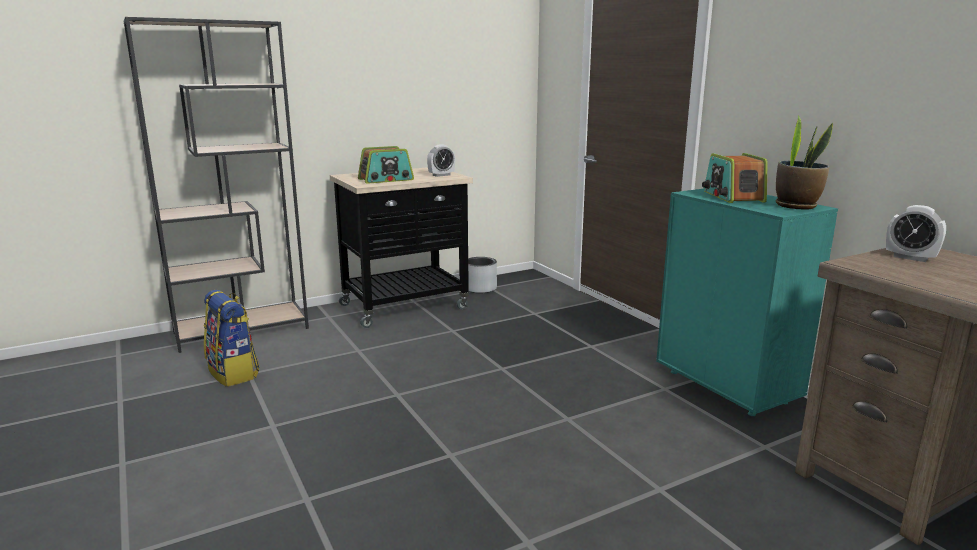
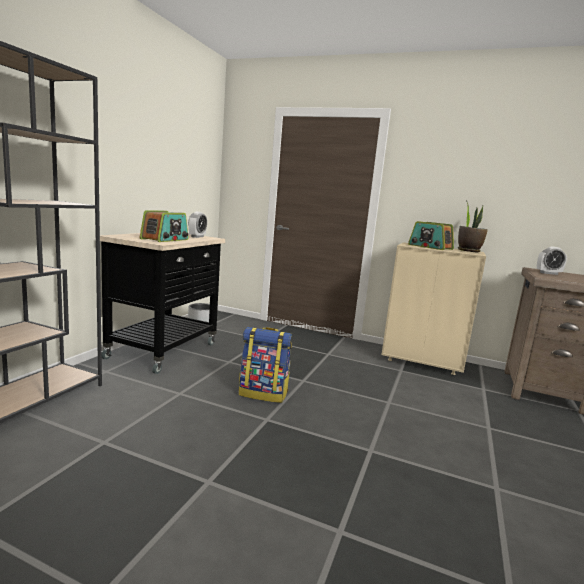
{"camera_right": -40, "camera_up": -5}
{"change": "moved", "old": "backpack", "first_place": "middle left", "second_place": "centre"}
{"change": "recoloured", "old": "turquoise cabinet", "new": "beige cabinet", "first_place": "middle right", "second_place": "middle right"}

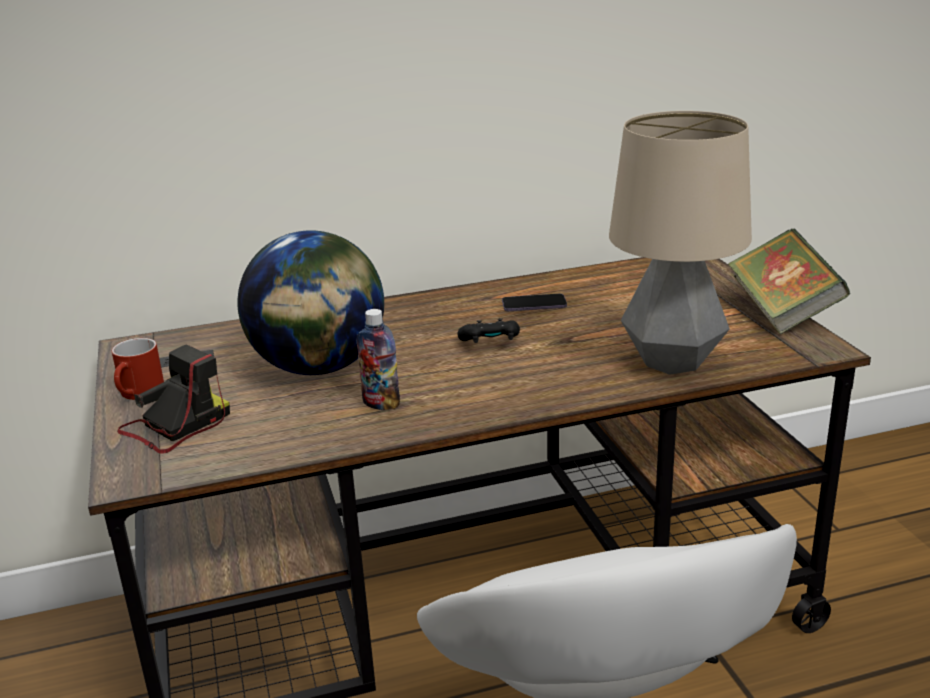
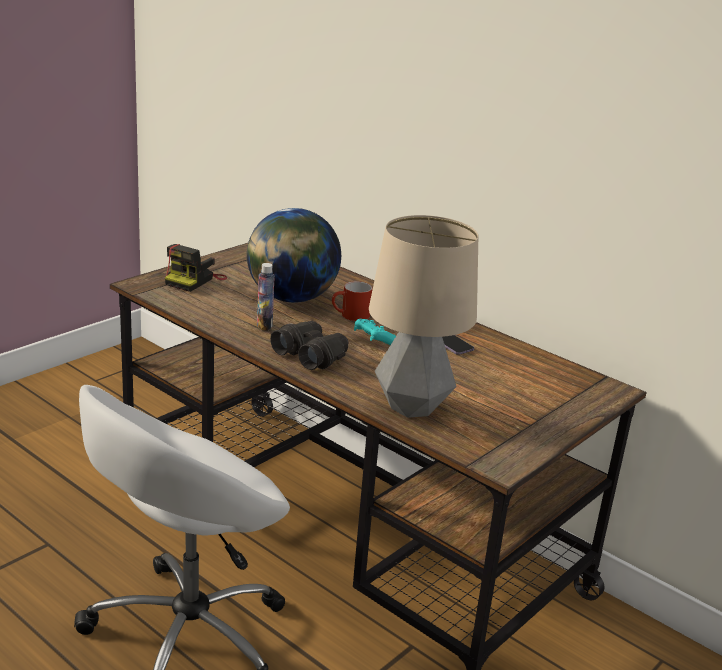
{"camera_right": 55, "camera_up": 0}
{"change": "removed", "old": "book", "first_place": "middle right"}
{"change": "added", "new": "black binoculars", "second_place": "centre"}
{"change": "moved", "old": "red mug", "first_place": "middle left", "second_place": "centre"}
{"change": "recoloured", "old": "black game controller", "new": "turquoise game controller", "first_place": "centre", "second_place": "centre"}
{"change": "turned", "old": "photo camera", "first_place": "middle left", "second_place": "middle left", "degrees": 105}

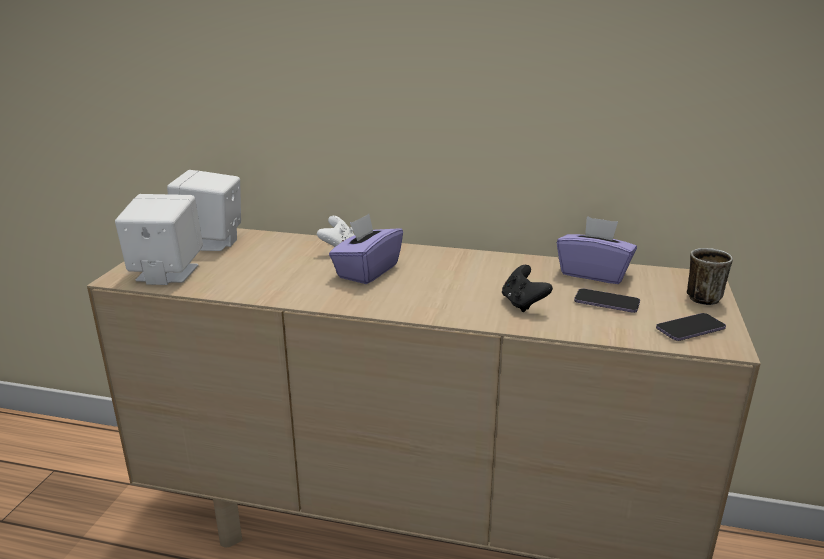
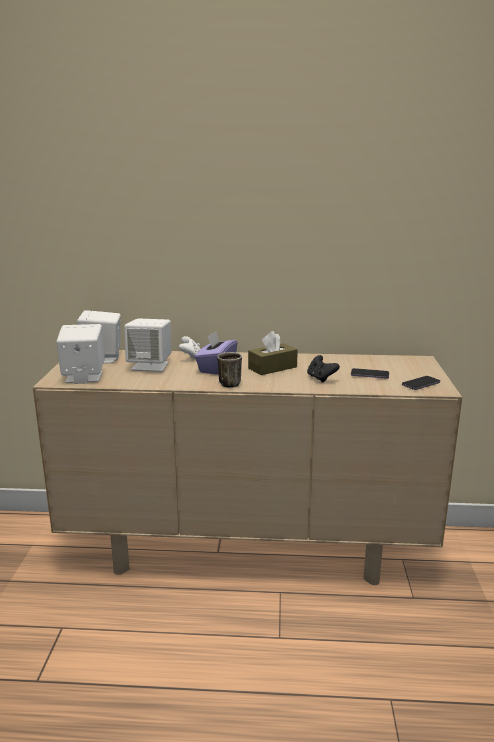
{"camera_right": -10, "camera_up": -5}
{"change": "removed", "old": "purple tissue box (2nd from left)", "first_place": "middle right"}
{"change": "added", "new": "white speaker (3rd from left)", "second_place": "middle left"}
{"change": "added", "new": "brown tissue box", "second_place": "centre"}
{"change": "moved", "old": "mug", "first_place": "middle right", "second_place": "centre"}

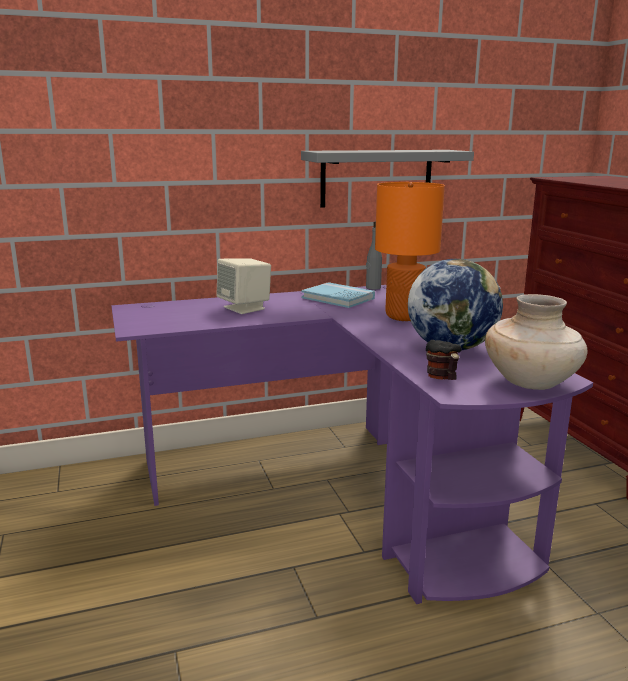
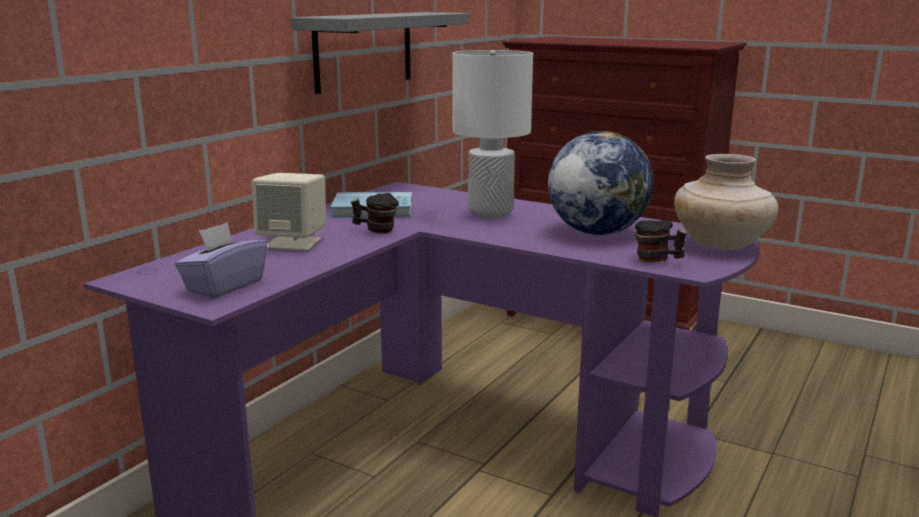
{"camera_right": -40, "camera_up": 0}
{"change": "removed", "old": "grey bottle", "first_place": "centre"}
{"change": "added", "new": "purple tissue box", "second_place": "middle left"}
{"change": "added", "new": "mug (1st from left)", "second_place": "centre"}
{"change": "recoloured", "old": "orange table lamp", "new": "white table lamp", "first_place": "centre", "second_place": "top centre"}

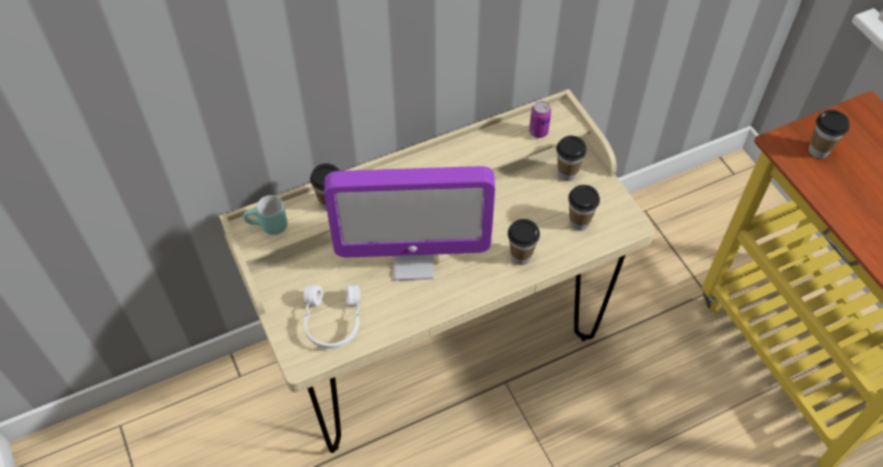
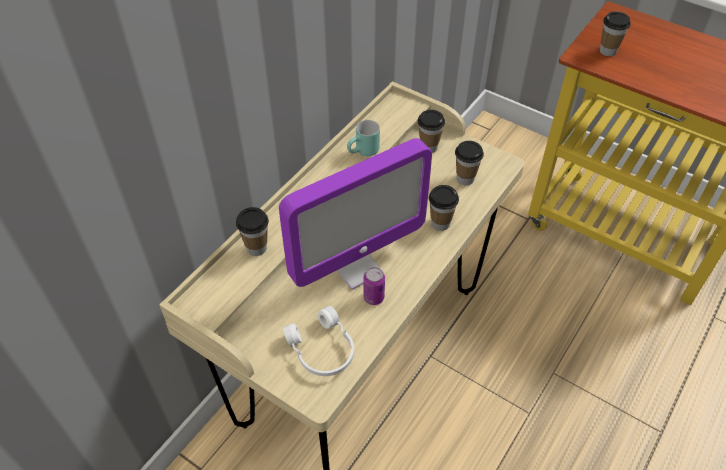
{"camera_right": -30, "camera_up": -5}
{"change": "moved", "old": "turquoise mug", "first_place": "middle left", "second_place": "top centre"}
{"change": "moved", "old": "can", "first_place": "top centre", "second_place": "centre"}

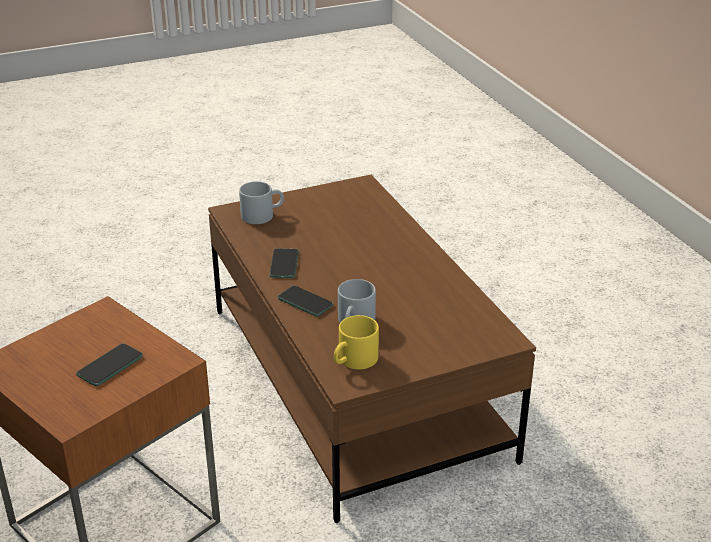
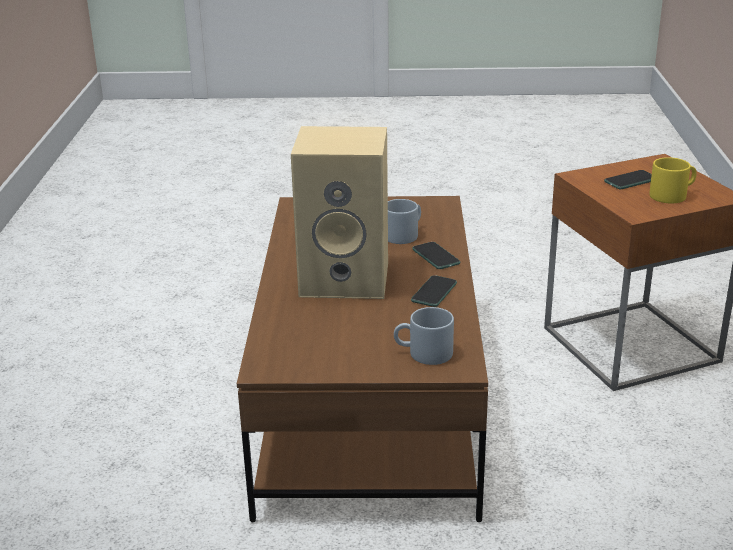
{"camera_right": -155, "camera_up": -5}
{"change": "added", "new": "beige speaker", "second_place": "centre"}
{"change": "moved", "old": "yellow mug", "first_place": "centre", "second_place": "top right"}

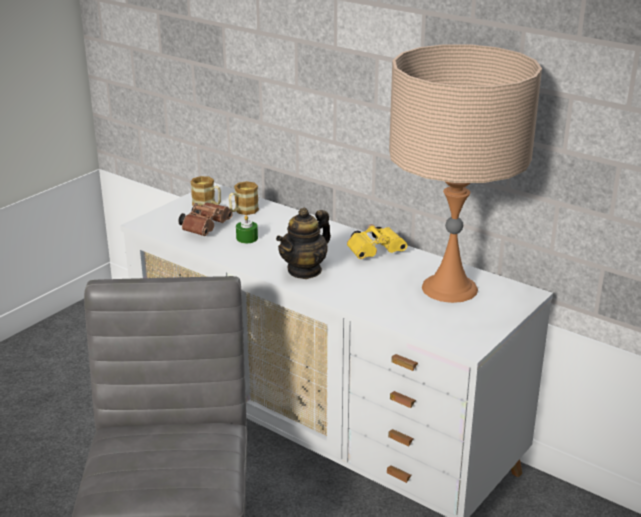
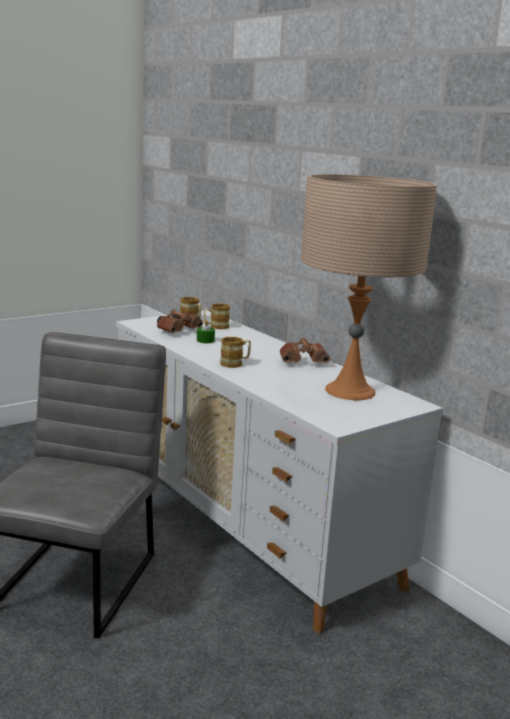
{"camera_right": 15, "camera_up": -10}
{"change": "replaced", "old": "teapot", "new": "mug (3rd from left)", "first_place": "centre", "second_place": "centre"}
{"change": "recoloured", "old": "yellow binoculars", "new": "brown binoculars (2nd from left)", "first_place": "centre", "second_place": "centre"}

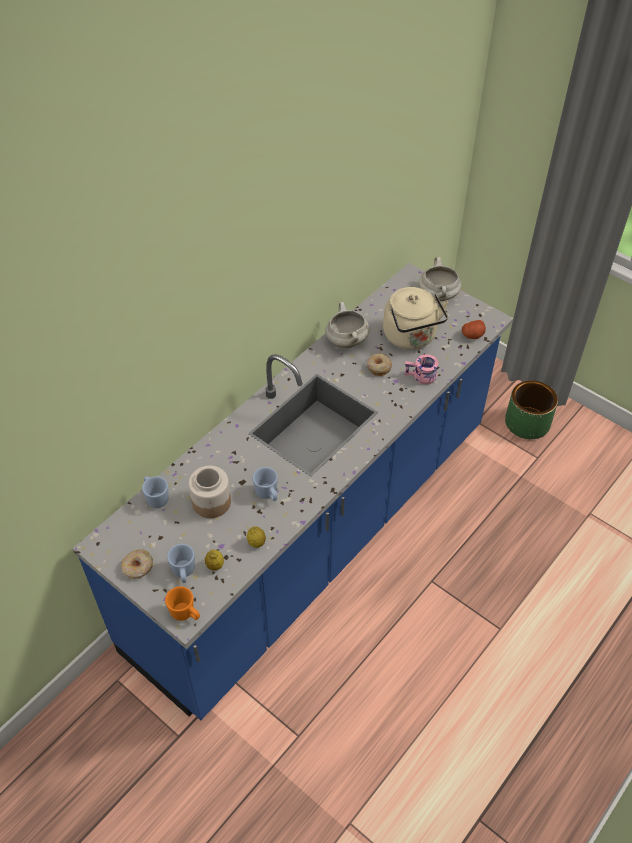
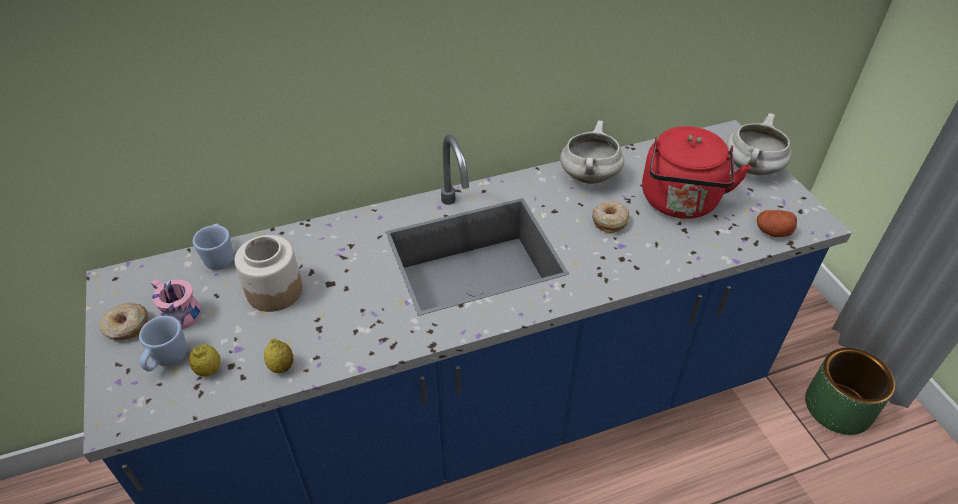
{"camera_right": 30, "camera_up": -5}
{"change": "removed", "old": "orange mug", "first_place": "bottom left"}
{"change": "removed", "old": "blue mug (3rd from left)", "first_place": "centre"}
{"change": "moved", "old": "pink mug", "first_place": "middle right", "second_place": "middle left"}
{"change": "recoloured", "old": "beige kettle", "new": "red kettle", "first_place": "centre", "second_place": "middle right"}

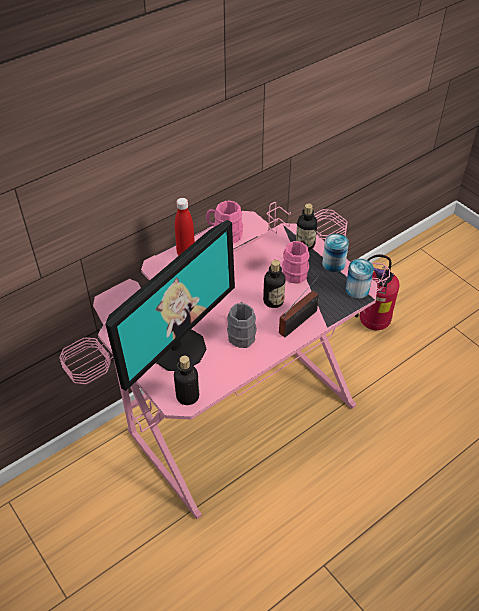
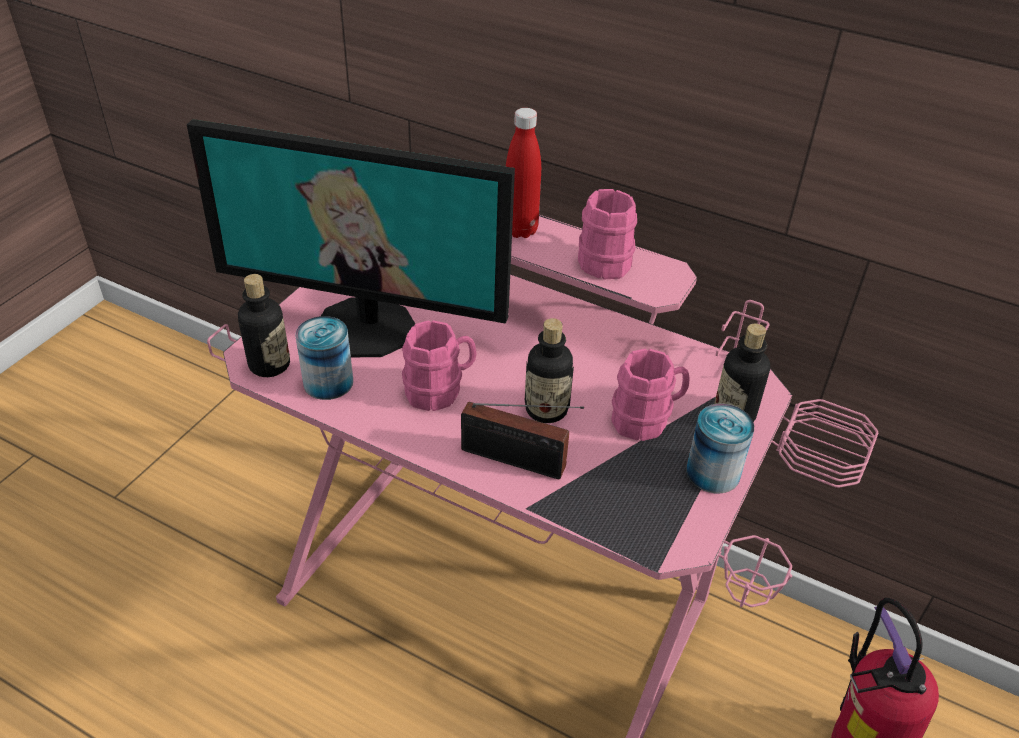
{"camera_right": 65, "camera_up": -5}
{"change": "moved", "old": "can (2nd from left in the first image)", "new": "can (1st from left)", "first_place": "middle right", "second_place": "middle left"}
{"change": "recoloured", "old": "grey mug", "new": "pink mug (1st from left)", "first_place": "centre", "second_place": "centre"}

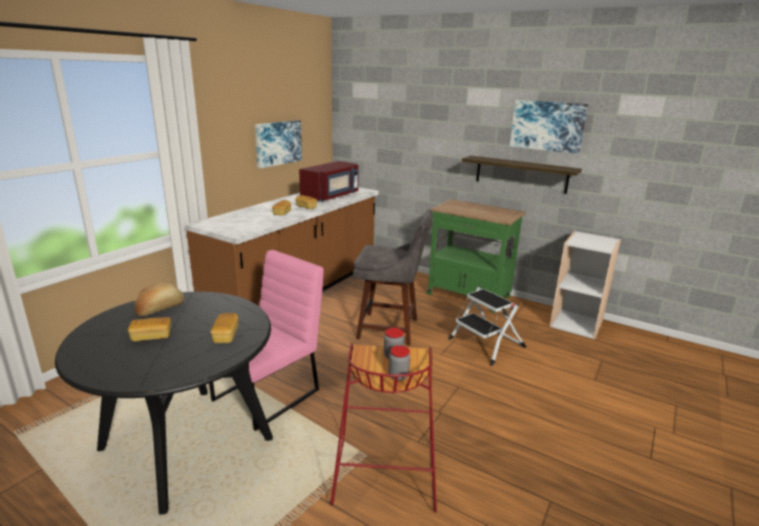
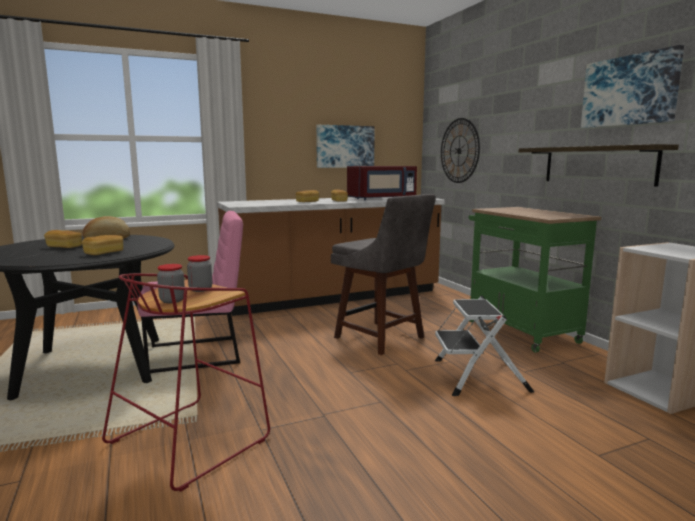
{"camera_right": 35, "camera_up": -10}
{"change": "added", "new": "wall clock", "second_place": "top centre"}

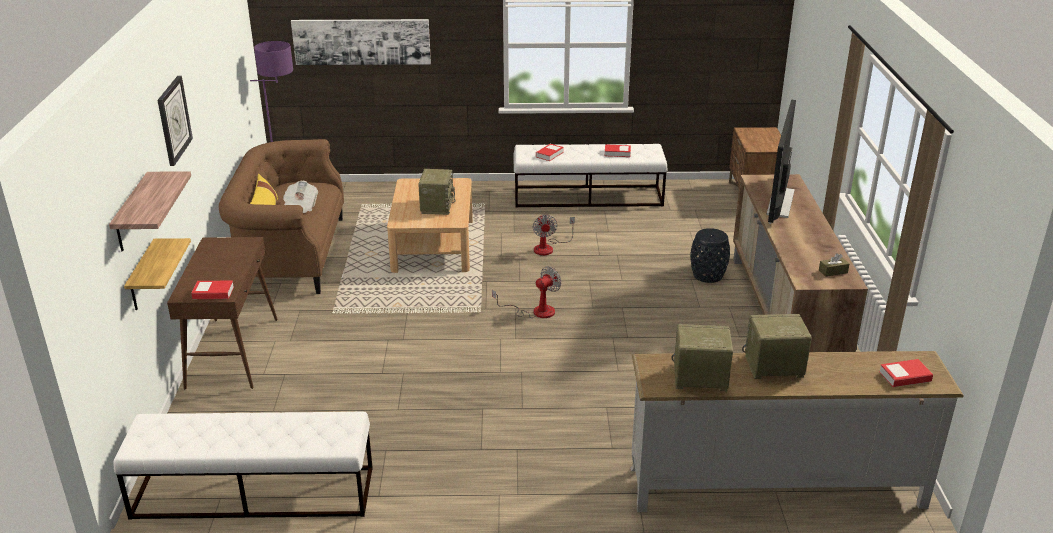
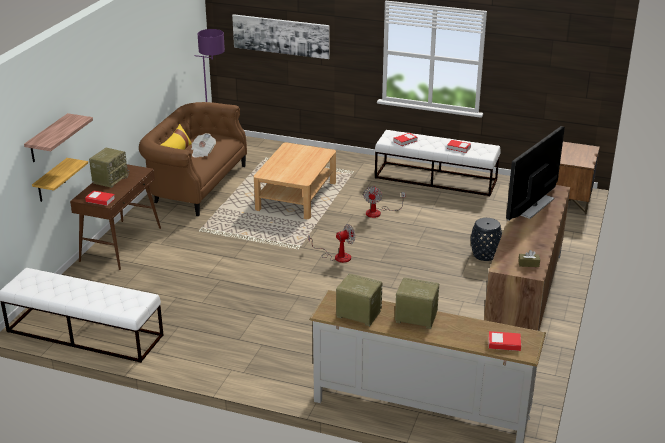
{"camera_right": 20, "camera_up": 0}
{"change": "removed", "old": "wall clock", "first_place": "top left"}
{"change": "moved", "old": "radio (1st from left)", "first_place": "centre", "second_place": "middle left"}

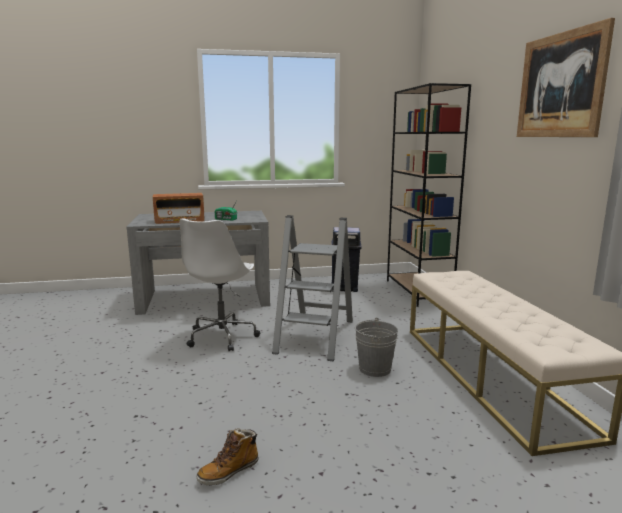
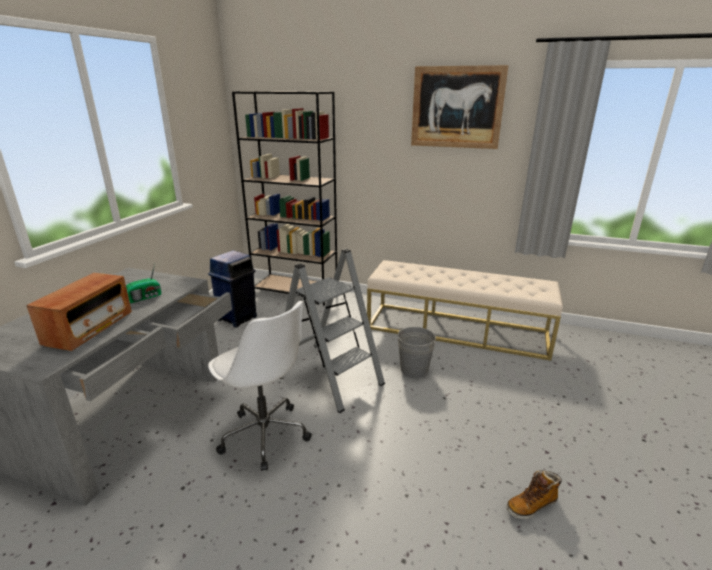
{"camera_right": -60, "camera_up": 10}
{"change": "turned", "old": "boot", "first_place": "bottom centre", "second_place": "bottom right", "degrees": 75}

